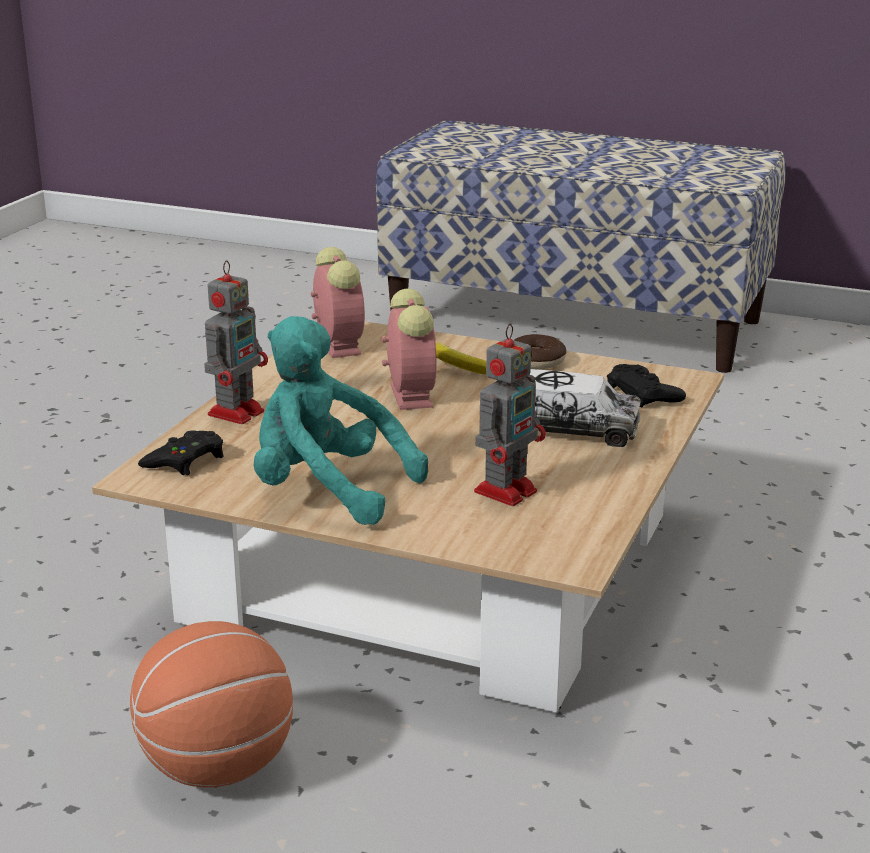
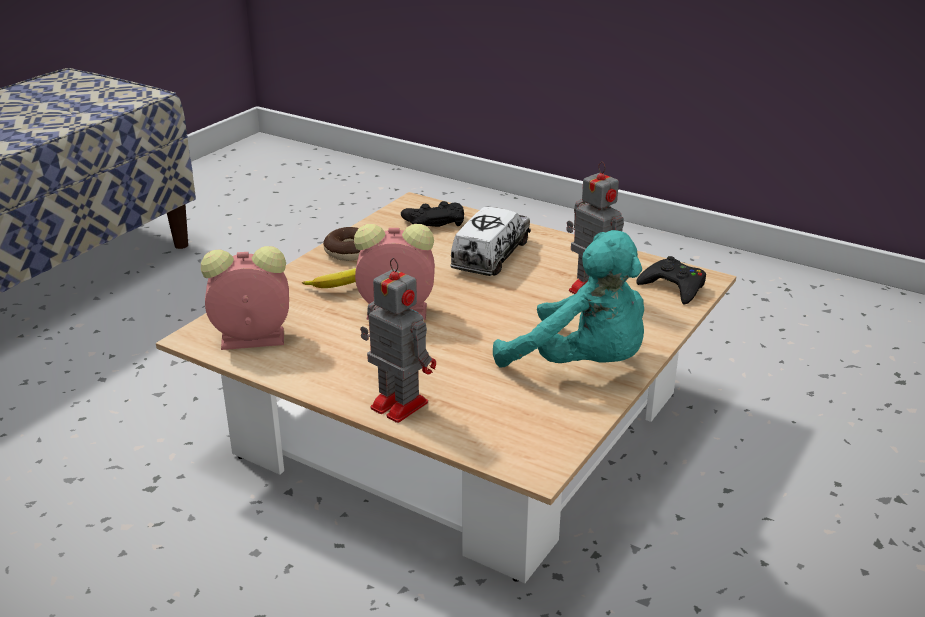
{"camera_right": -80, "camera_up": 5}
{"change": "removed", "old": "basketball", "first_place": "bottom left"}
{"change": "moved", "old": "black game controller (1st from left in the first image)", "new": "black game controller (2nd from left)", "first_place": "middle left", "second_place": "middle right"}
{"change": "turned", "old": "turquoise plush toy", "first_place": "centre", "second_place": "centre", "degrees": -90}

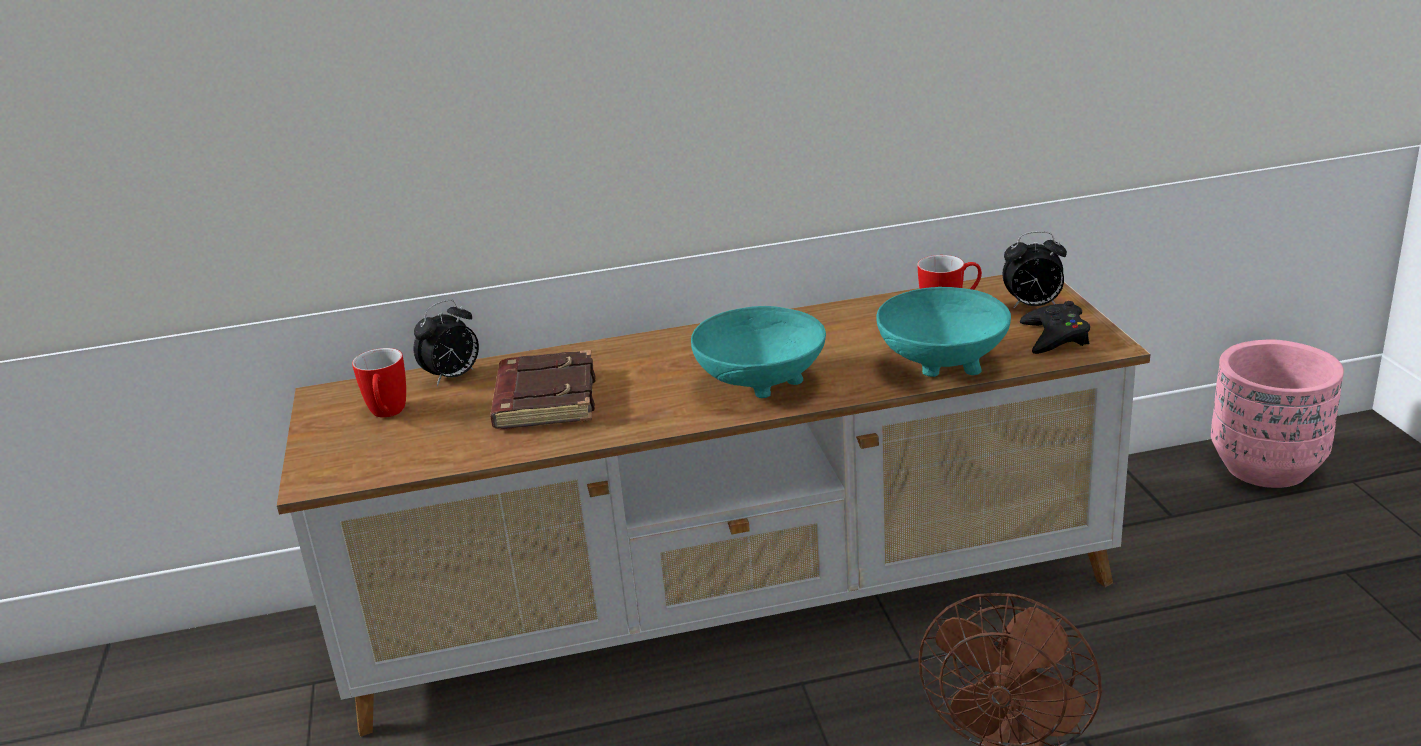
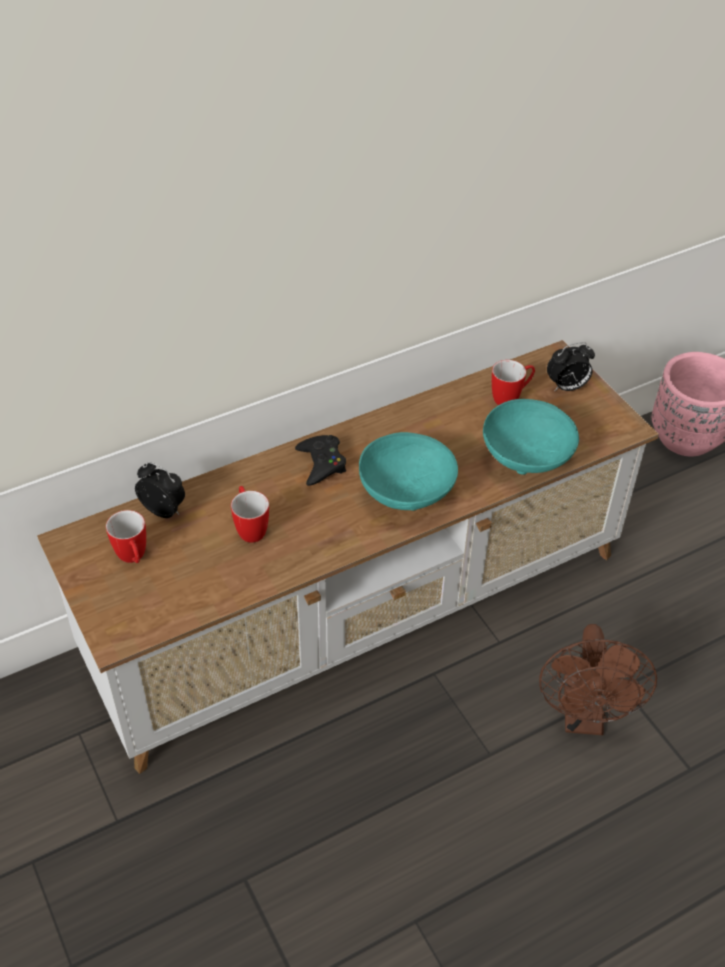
{"camera_right": -20, "camera_up": 20}
{"change": "moved", "old": "black game controller", "first_place": "middle right", "second_place": "centre"}
{"change": "replaced", "old": "brown book", "new": "mug (2nd from left)", "first_place": "centre", "second_place": "centre"}
{"change": "turned", "old": "alarm clock (1st from left)", "first_place": "middle left", "second_place": "middle left", "degrees": -90}

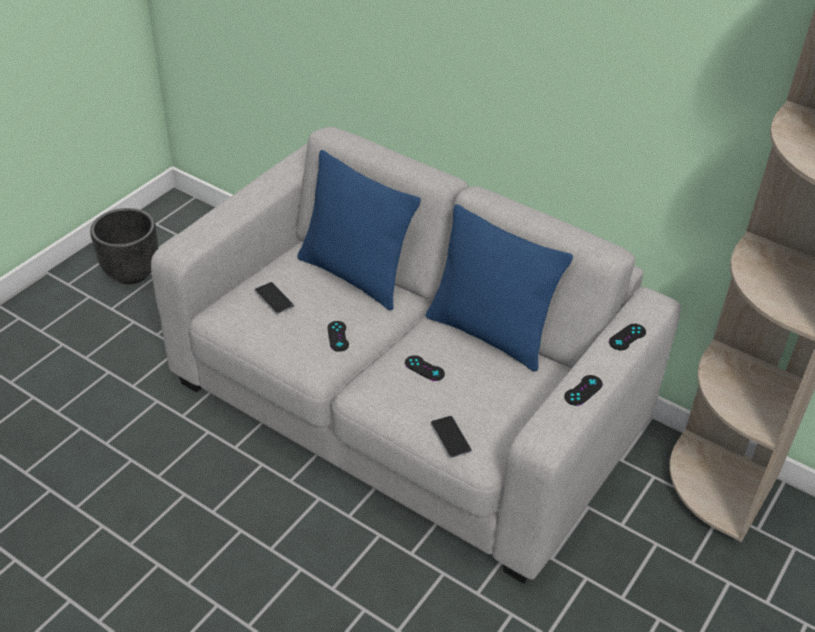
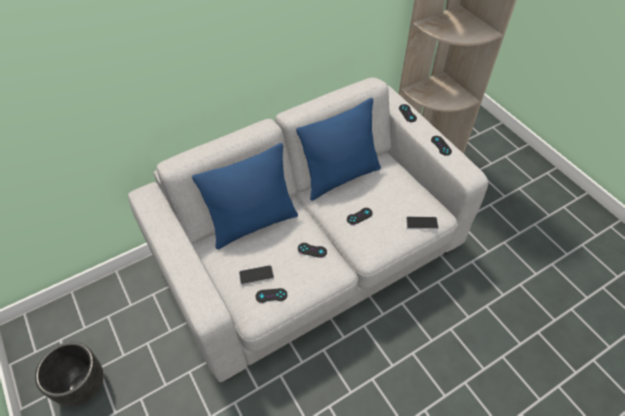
{"camera_right": -65, "camera_up": 10}
{"change": "added", "new": "black game controller (1st from left)", "second_place": "bottom centre"}

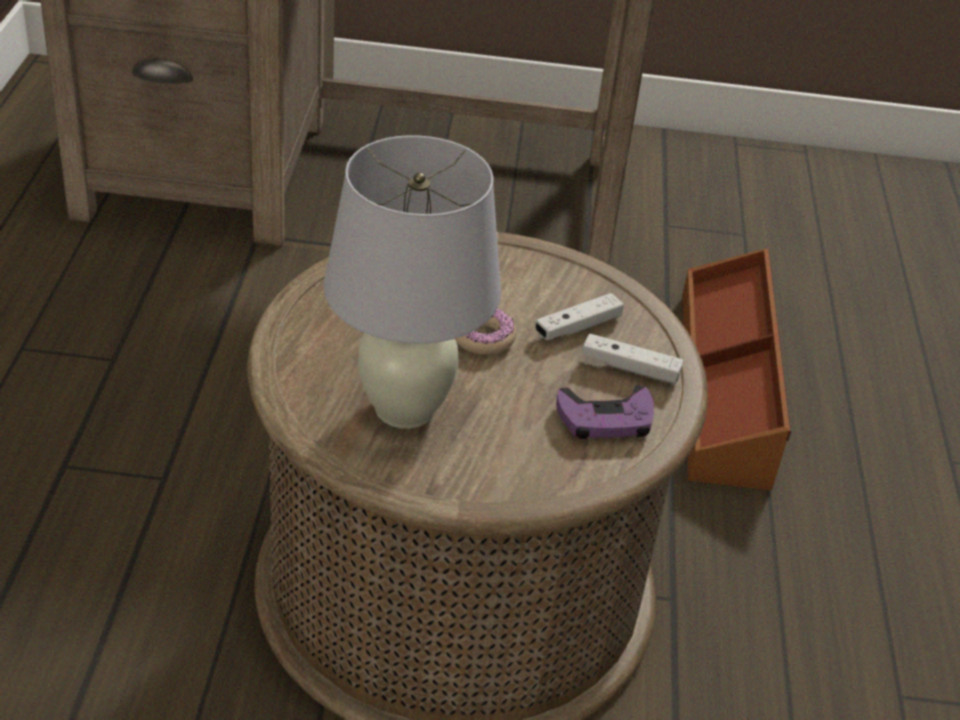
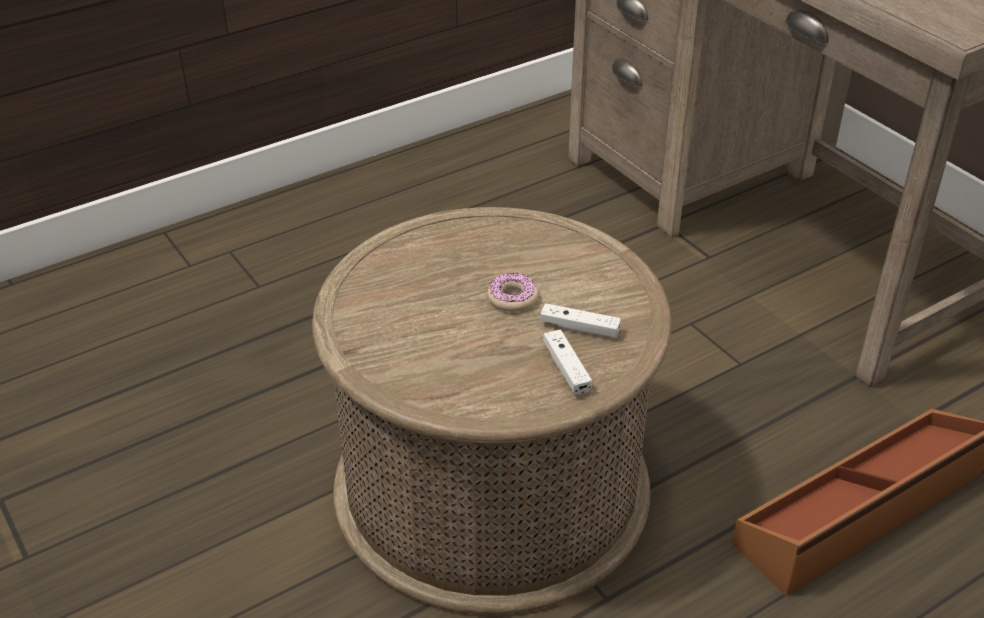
{"camera_right": 55, "camera_up": 0}
{"change": "removed", "old": "white table lamp", "first_place": "centre"}
{"change": "removed", "old": "purple game controller", "first_place": "centre"}

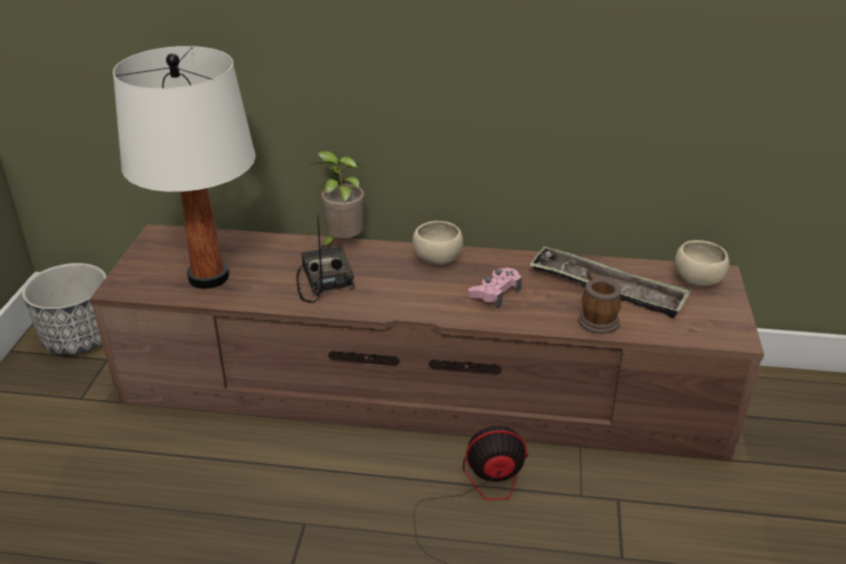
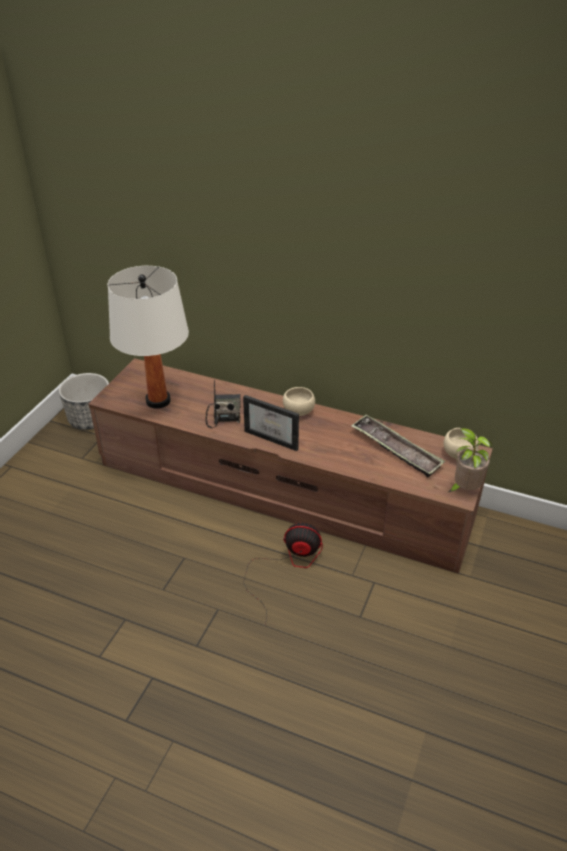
{"camera_right": 15, "camera_up": 5}
{"change": "removed", "old": "pink game controller", "first_place": "centre"}
{"change": "removed", "old": "mug", "first_place": "middle right"}
{"change": "added", "new": "picture frame", "second_place": "centre"}
{"change": "moved", "old": "potted plant", "first_place": "centre", "second_place": "middle right"}

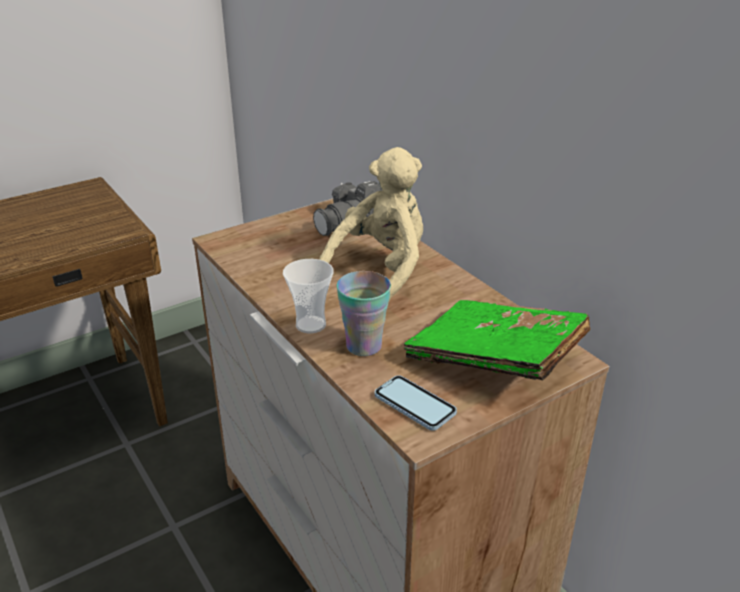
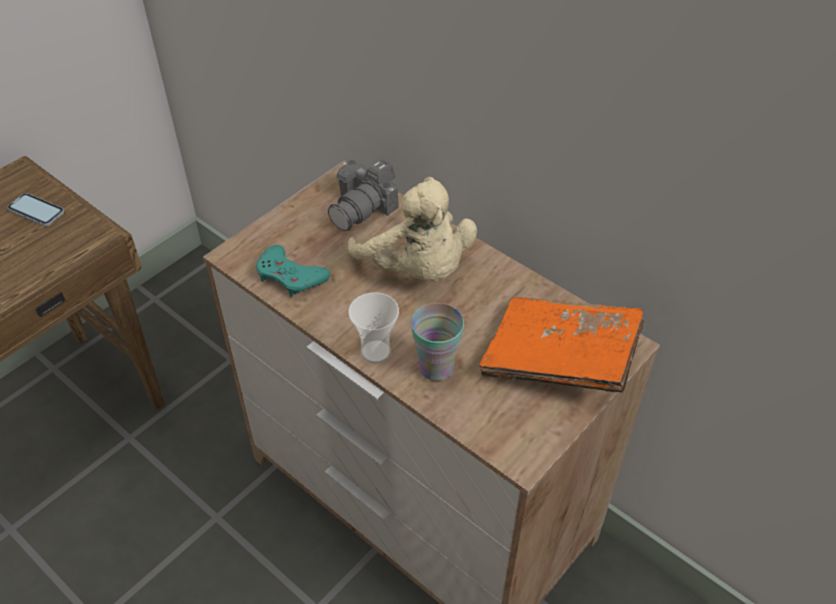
{"camera_right": -15, "camera_up": 15}
{"change": "added", "new": "turquoise game controller", "second_place": "centre"}
{"change": "moved", "old": "phone", "first_place": "bottom centre", "second_place": "middle left"}
{"change": "recoloured", "old": "green book", "new": "orange book", "first_place": "middle right", "second_place": "middle right"}
{"change": "turned", "old": "beige plush toy", "first_place": "centre", "second_place": "centre", "degrees": 120}

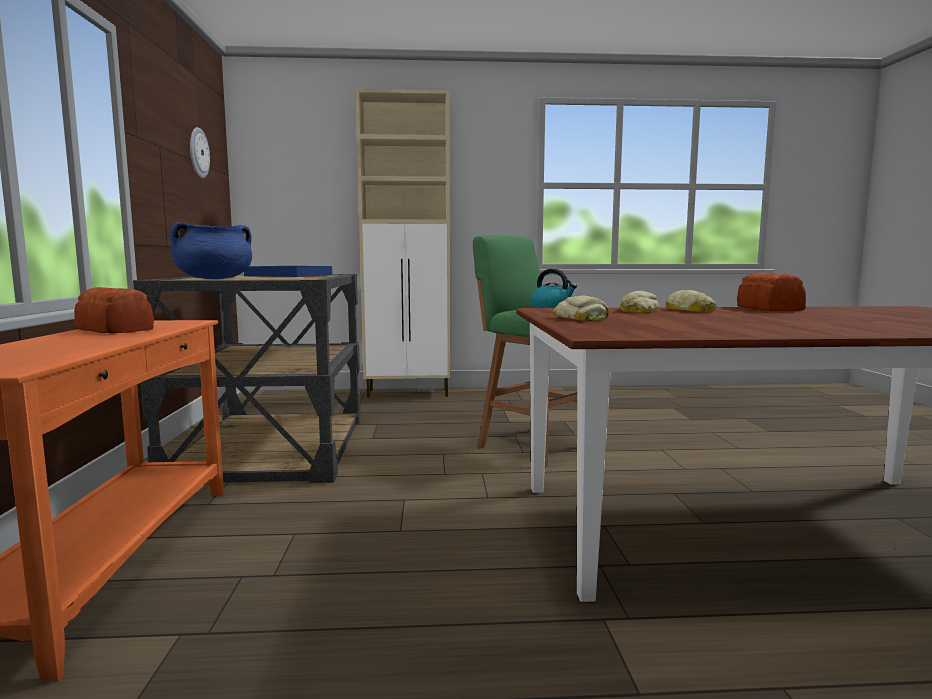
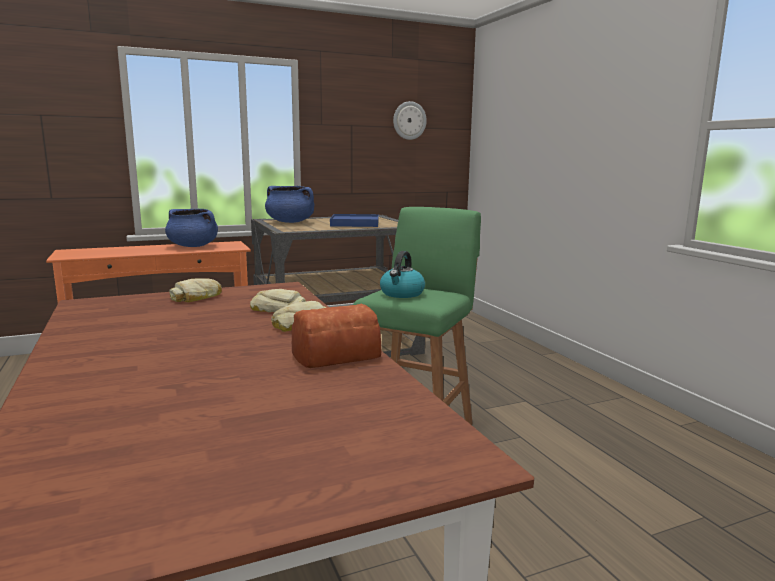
{"camera_right": 70, "camera_up": 5}
{"change": "removed", "old": "beige cabinet", "first_place": "centre"}
{"change": "replaced", "old": "bread (1st from left)", "new": "blue cooking pot (1st from left)", "first_place": "middle left", "second_place": "middle left"}

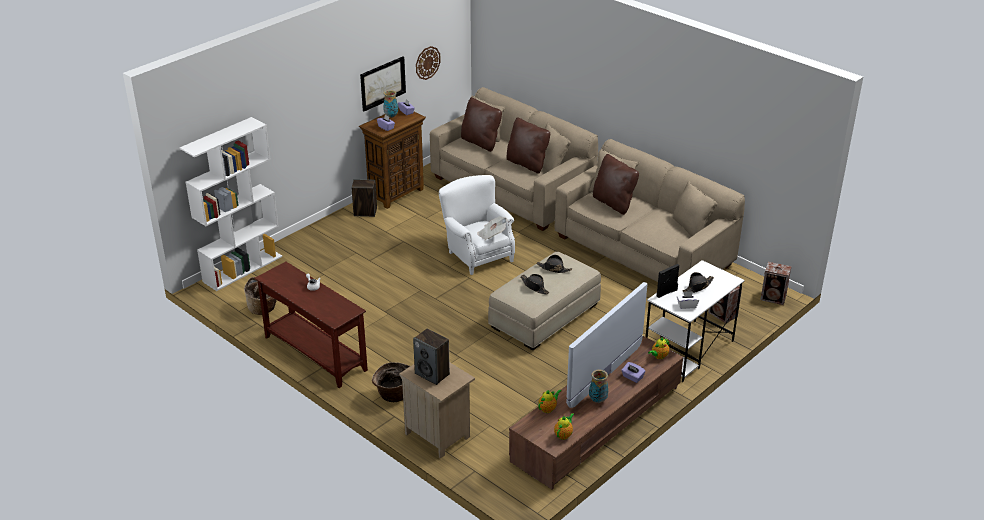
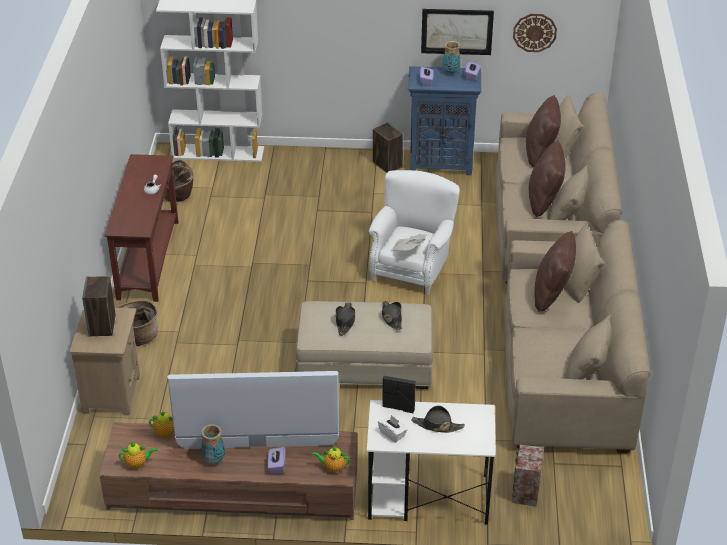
{"camera_right": 50, "camera_up": 5}
{"change": "removed", "old": "speaker (4th from left)", "first_place": "middle right"}
{"change": "recoloured", "old": "brown cabinet", "new": "blue cabinet", "first_place": "top centre", "second_place": "top centre"}

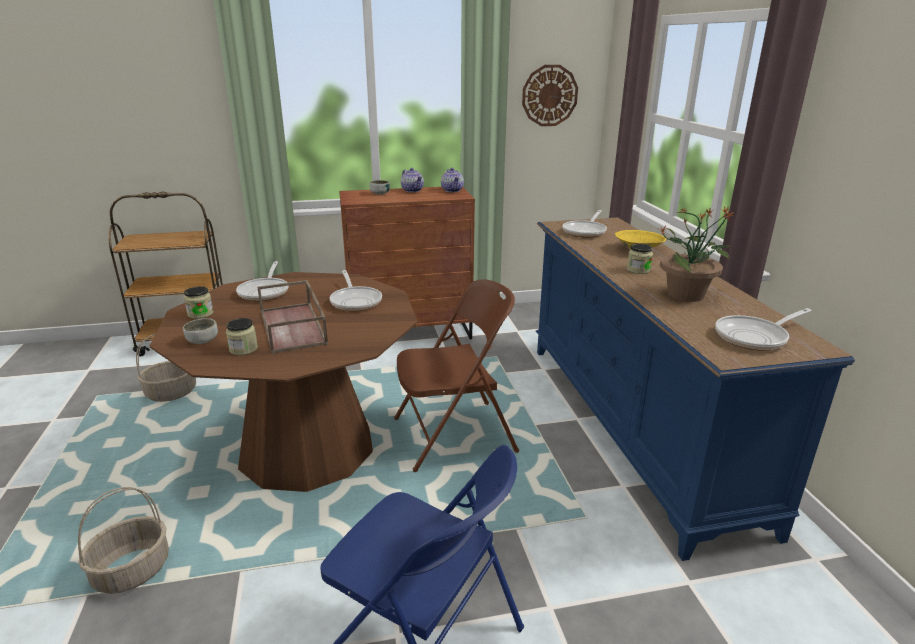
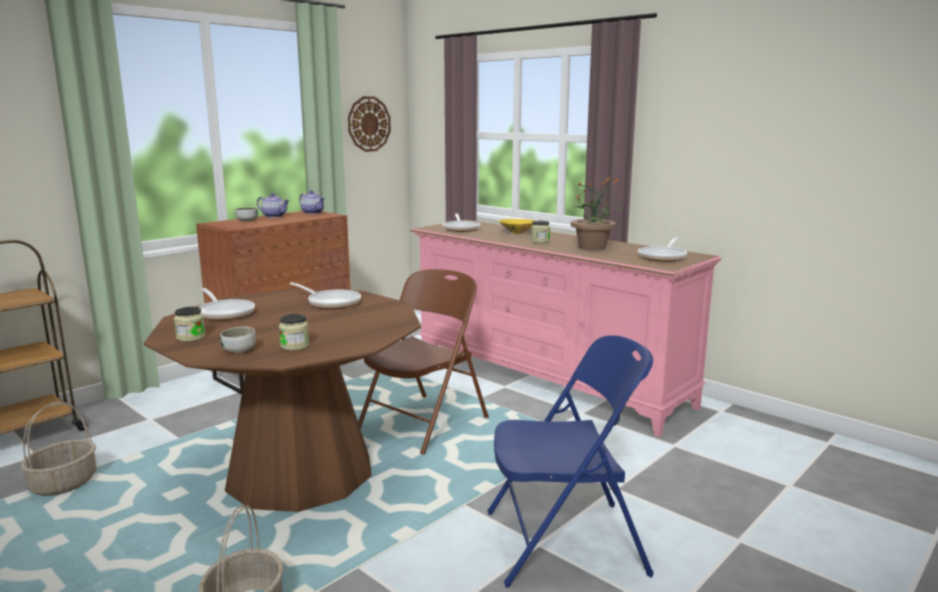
{"camera_right": -35, "camera_up": -10}
{"change": "removed", "old": "brown tray", "first_place": "middle left"}
{"change": "recoloured", "old": "blue cabinet", "new": "pink cabinet", "first_place": "middle right", "second_place": "centre"}

